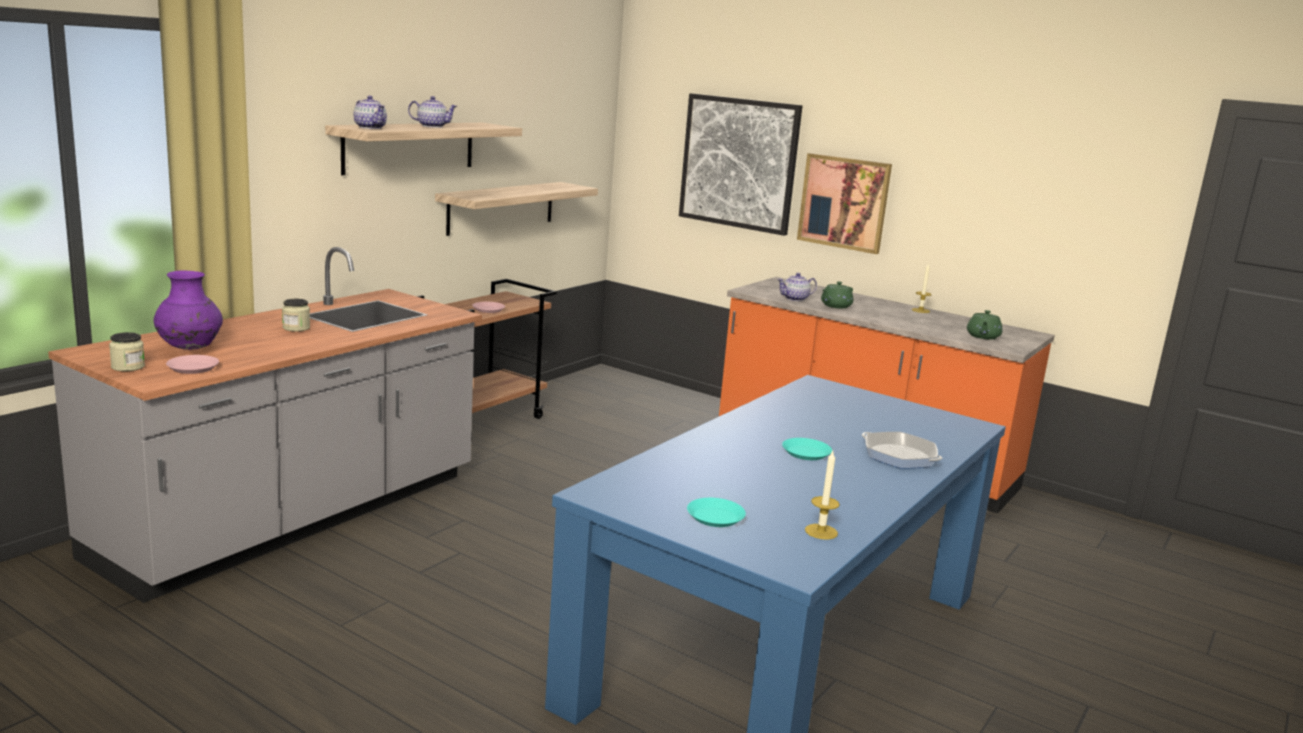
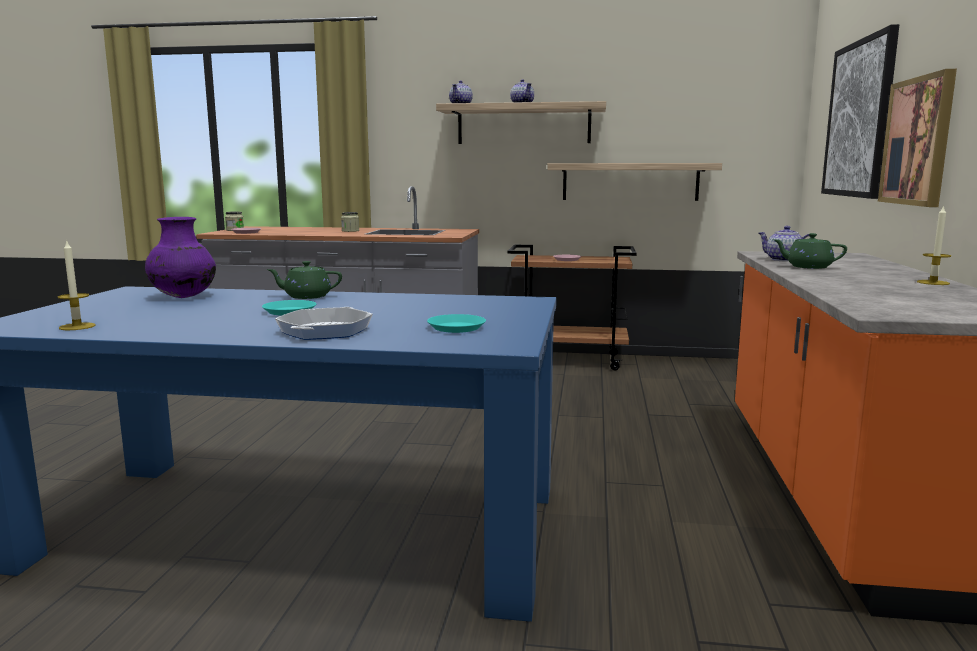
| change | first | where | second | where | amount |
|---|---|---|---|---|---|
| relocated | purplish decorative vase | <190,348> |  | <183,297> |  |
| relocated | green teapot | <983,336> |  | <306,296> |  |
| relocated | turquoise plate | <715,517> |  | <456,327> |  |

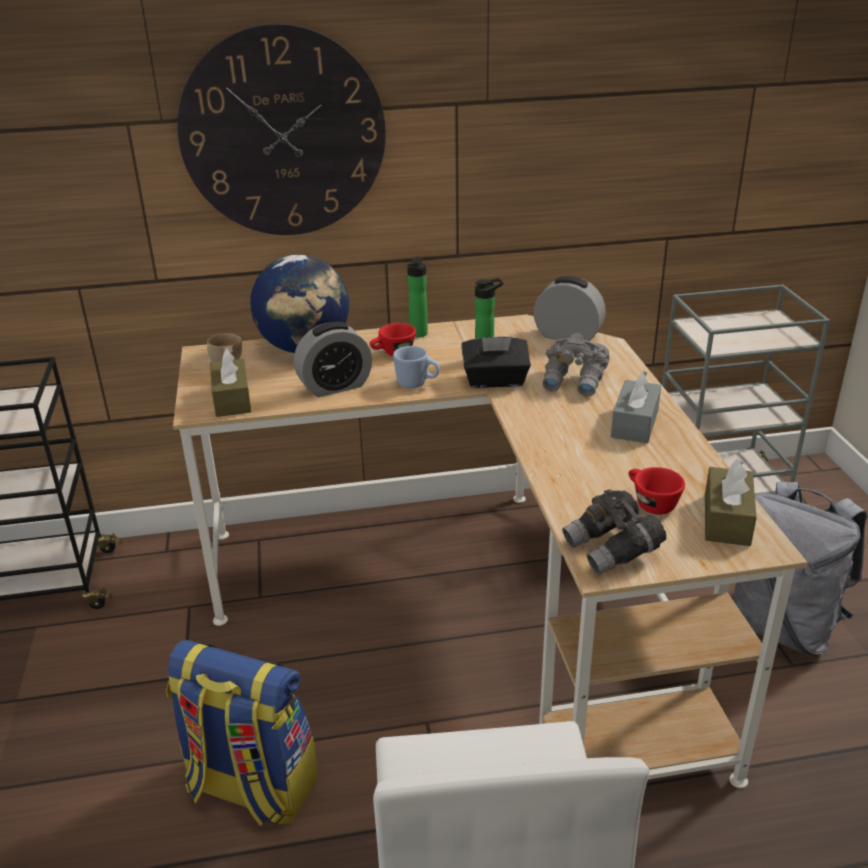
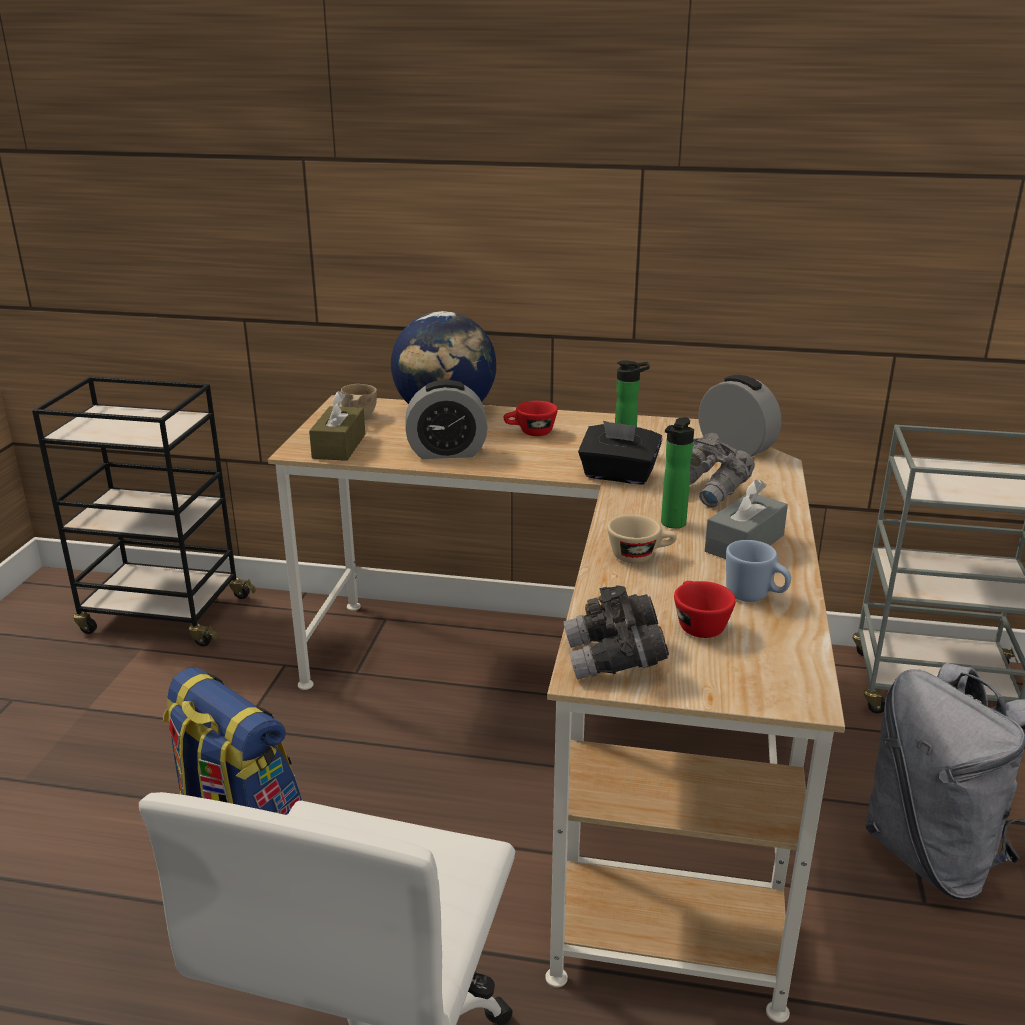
| change | first | where | second | where | amount |
|---|---|---|---|---|---|
| appeared |  |  | sand-coloured cup | <640,556> |  |
| relocated | beverage bottle | <418,335> |  | <671,525> |  |
| relocated | blue-coloured mug | <417,384> |  | <754,596> |  |
| missing | clock on the wall | <283,134> |  |  |  |
| missing | brownish tissue box | <726,519> |  |  |  |

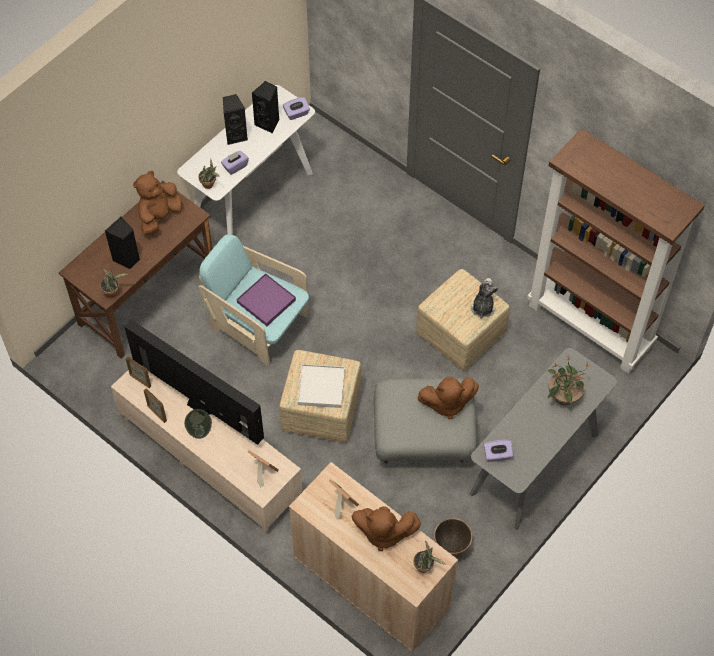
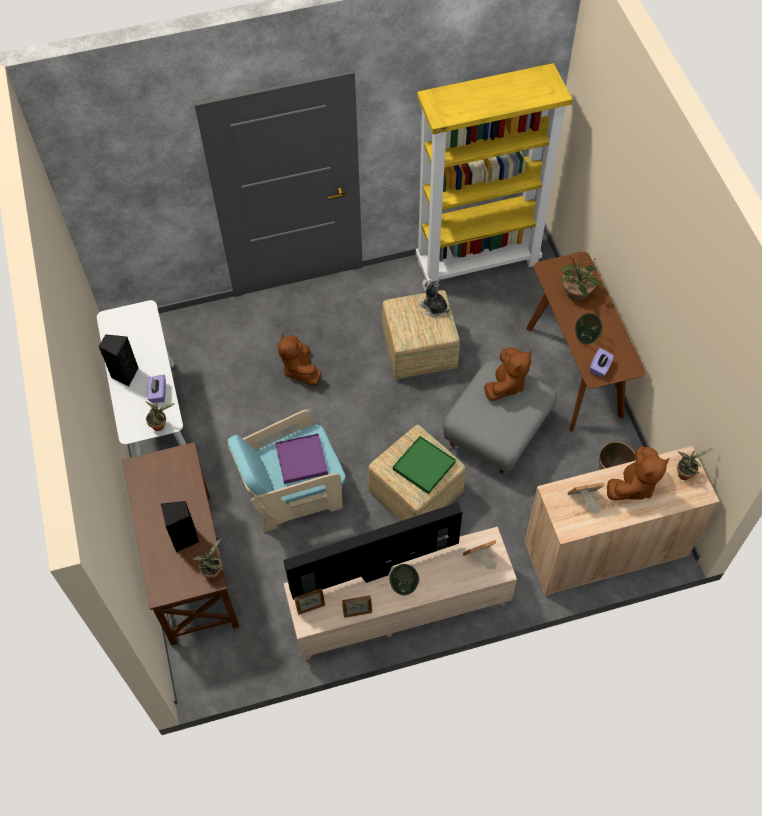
| change | first | where | second | where | amount |
|---|---|---|---|---|---|
| relocated | brownish soft toy | <159,217> |  | <300,369> |  |
| colour | white-coloured carrying tray | <321,387> | green carrying tray | <424,466> |  |
| colour | brownish bookcase | <591,325> | yellow bookcase | <478,262> |  |
| colour | greyish narrow table | <534,464> | brownish narrow table | <574,371> |  |
| appeared |  |  | decorative vase | <585,340> |  |
| missing | blackish loudspeaker | <268,123> |  |  |  |
| missing | purplish tissue box | <296,113> |  |  |  |

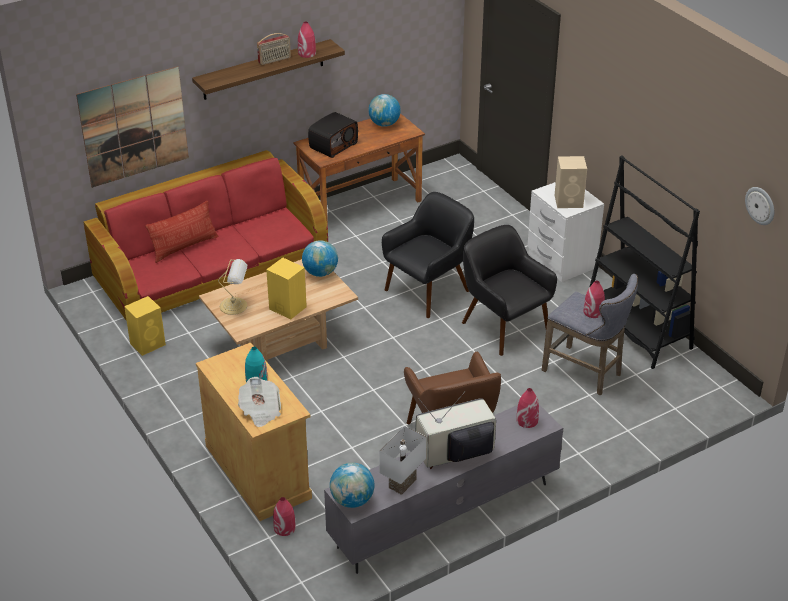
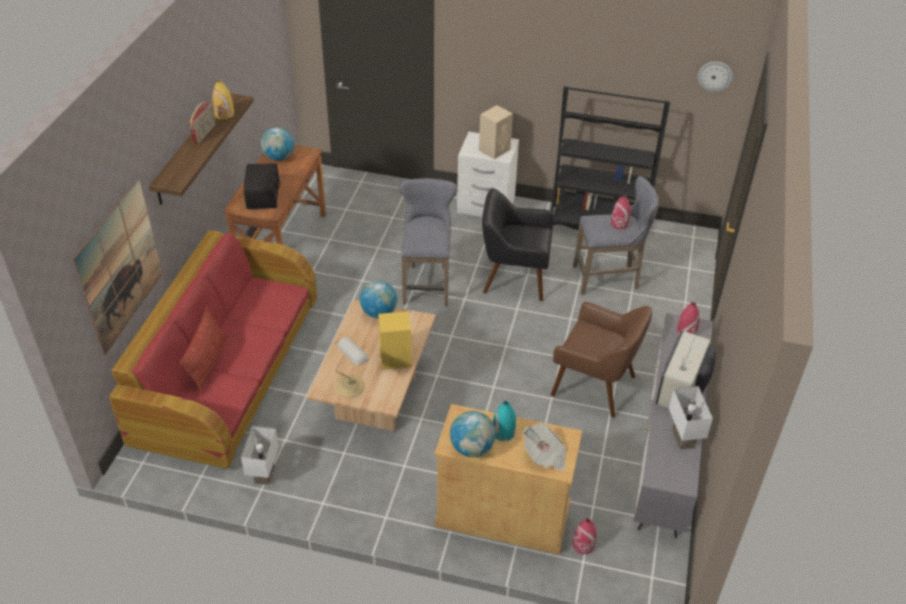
| change | first | where | second | where | amount |
|---|---|---|---|---|---|
| colour | reddish decorative vase | <307,53> | yellow decorative vase | <224,114> |  |
| exchanged | yellow loudspeaker | <148,344> | white-coloured tabletop lamp | <263,474> |  |
| exchanged | blackish armchair | <429,291> | greyish stool seat | <427,282> |  |
| relocated | desk globe | <352,500> |  | <472,448> |  |

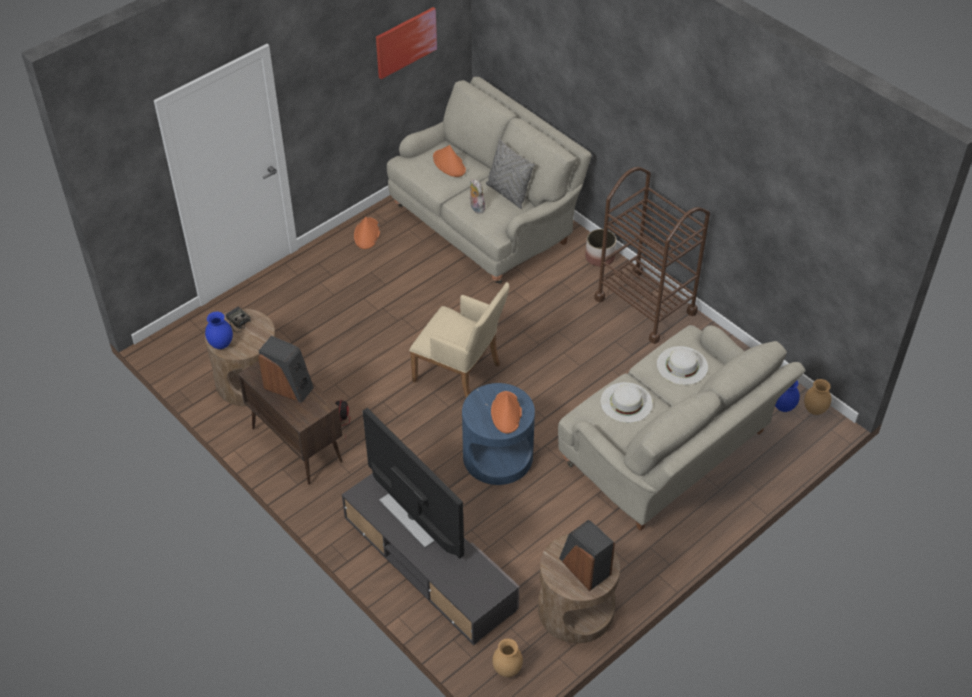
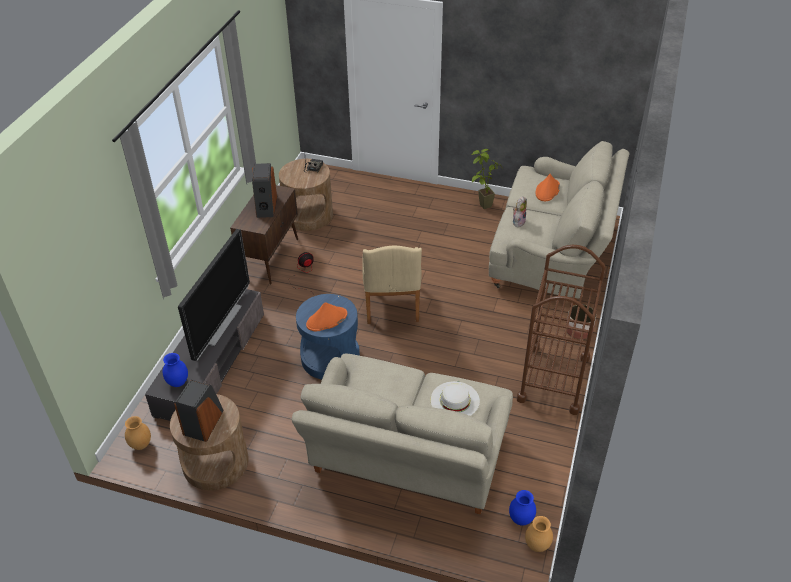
| change | first | where | second | where | amount |
|---|---|---|---|---|---|
| relocated | blue-coloured decorative vase | <221,345> |  | <178,383> |  |
| exchanged | orangey clothing hat | <367,234> | plant in a pot | <480,206> |  |
| missing | wall art | <405,42> |  |  |  |
| missing | greyish pillow | <508,193> |  |  |  |
| missing | white-coloured clothing hat | <626,402> |  |  |  |

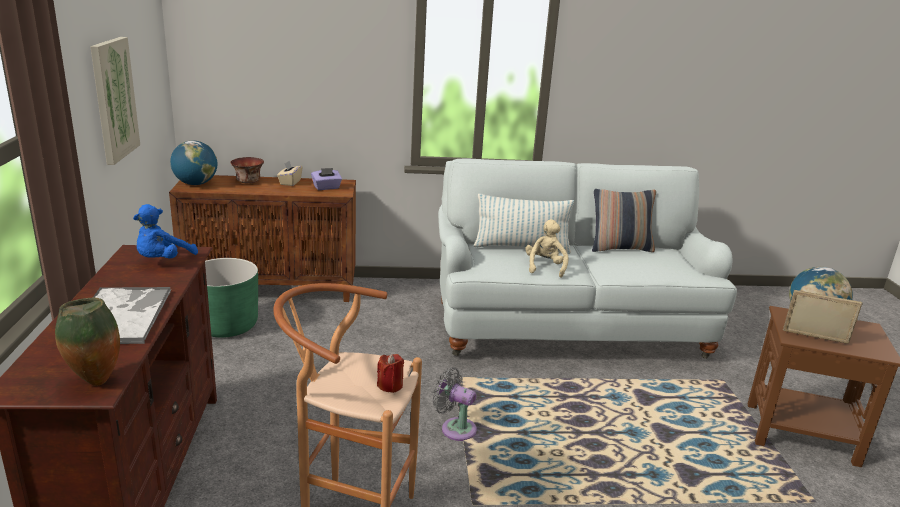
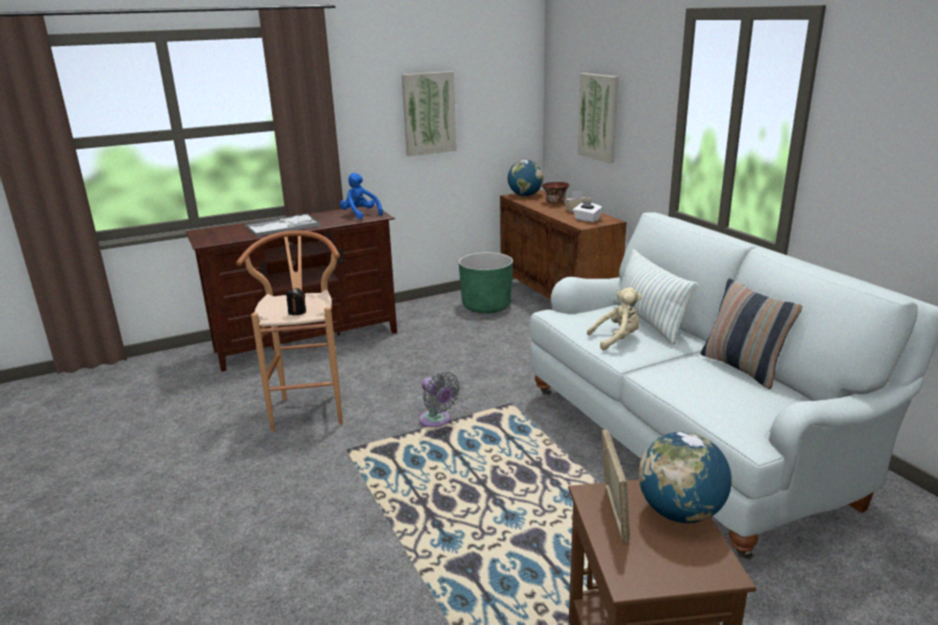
| change | first | where | second | where | amount |
|---|---|---|---|---|---|
| colour | reddish candle | <390,385> | blackish candle | <297,312> |  |
| spun | blue-coloured soft toy | <163,260> |  | <360,215> | 45 degrees clockwise |
| spun | greyish electric fan | <455,428> |  | <437,421> | 135 degrees clockwise |
| colour | purplish tissue box | <326,187> | white-coloured tissue box | <587,219> |  |
| appeared |  |  | wall art | <599,117> |  |
| missing | decorative vase | <94,382> |  |  |  |

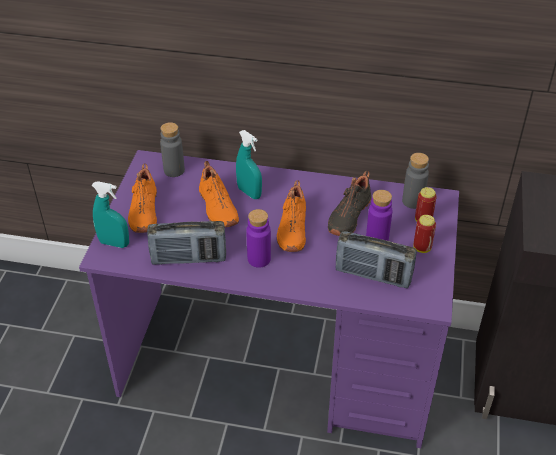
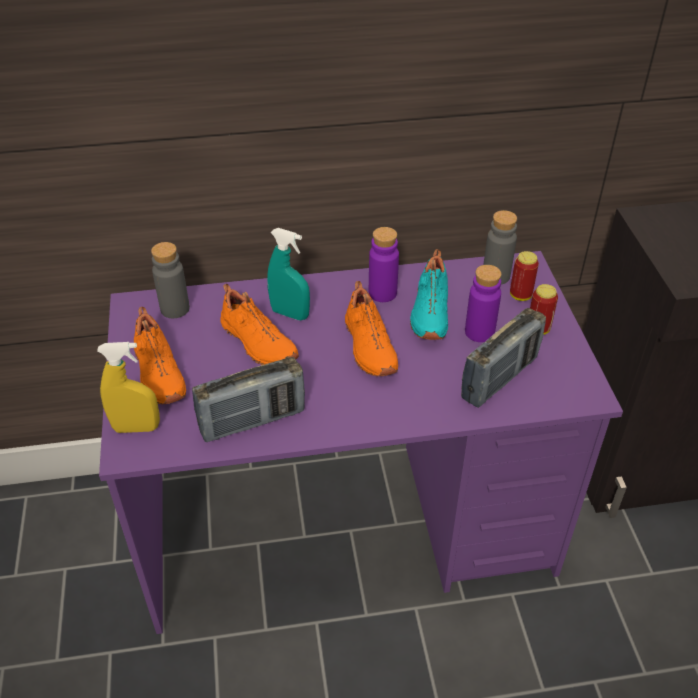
| change | first | where | second | where | amount |
|---|---|---|---|---|---|
| colour | turquoise sprayer | <114,243> | yellow sprayer | <136,428> |  |
| relocated | purplish beverage bottle | <259,259> |  | <382,293> |  |
| colour | blackish item of footwear | <347,215> | turquoise item of footwear | <428,312> |  |
| spun | radio set | <373,275> |  | <499,378> | 45 degrees counterclockwise |

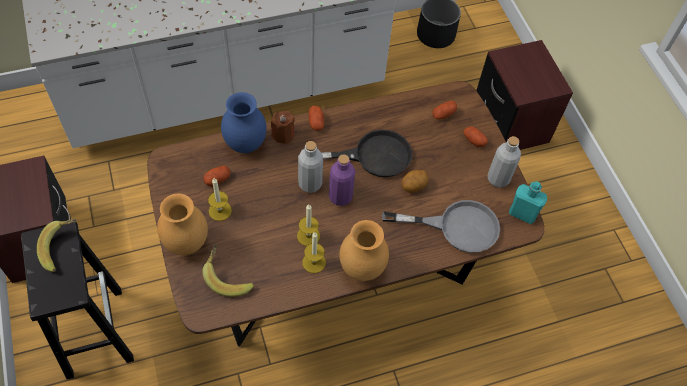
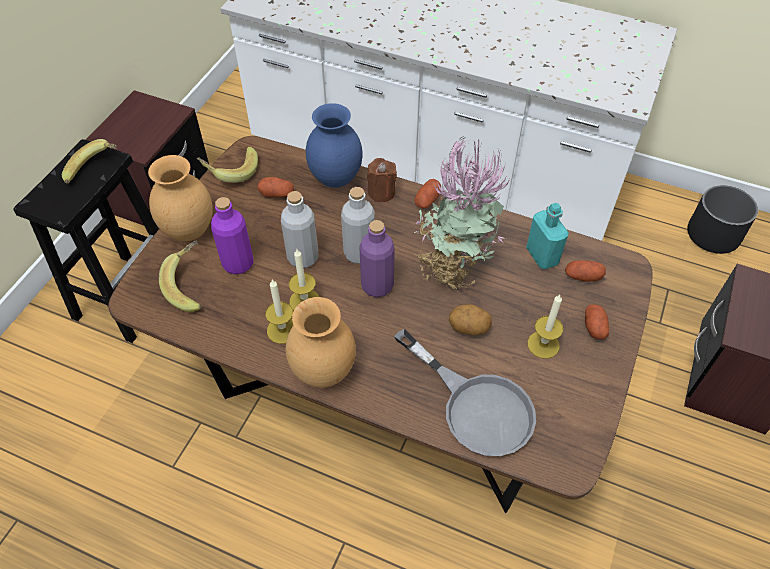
| change | first | where | second | where | amount |
|---|---|---|---|---|---|
| appeared |  |  | whole banana | <231,171> |  |
| appeared |  |  | purplish beverage bottle | <238,263> |  |
| relocated | greyish beverage bottle | <498,178> |  | <303,257> |  |
| exchanged | blackish pan | <371,156> | plant in a pot | <453,268> |  |
| relocated | turquoise beverage bottle | <522,213> |  | <542,256> |  |
| relocated | candle | <220,211> |  | <543,344> |  |

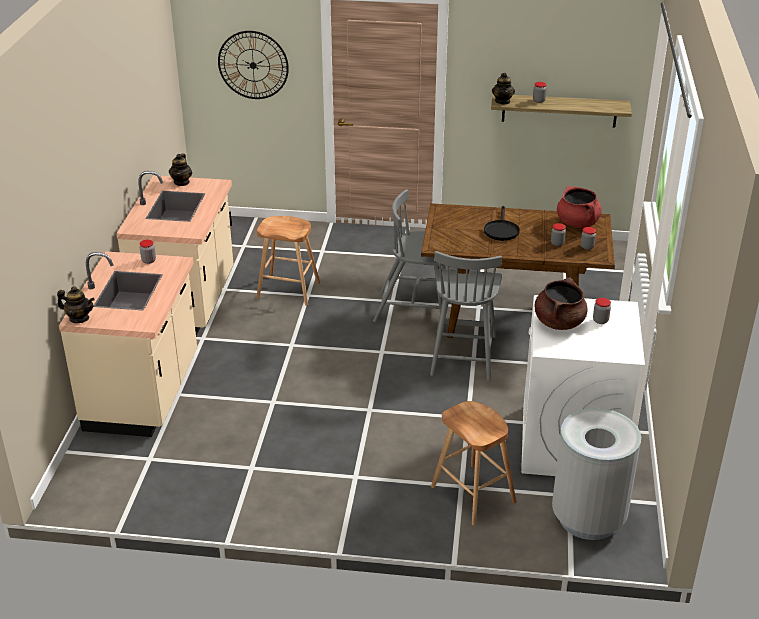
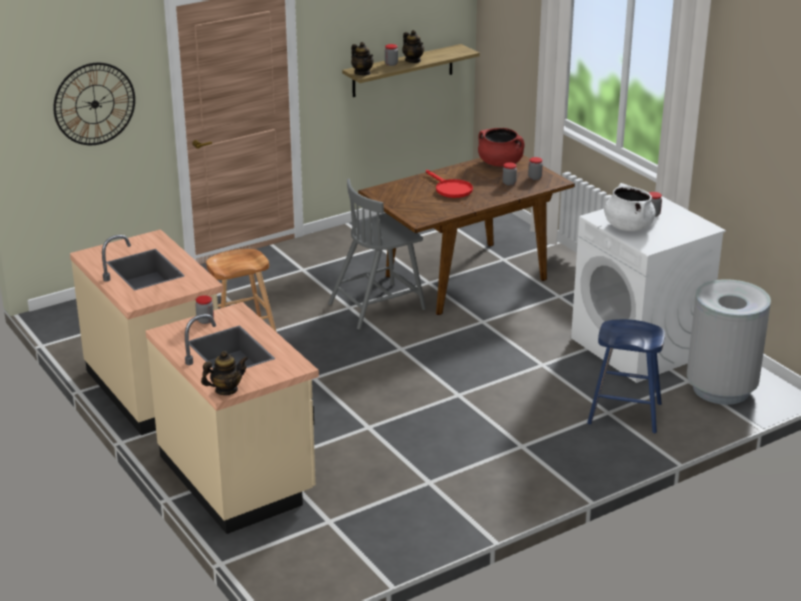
| change | first | where | second | where | amount |
|---|---|---|---|---|---|
| relocated | teapot | <182,182> |  | <413,60> |  |
| colour | blackish pan | <501,230> | reddish pan | <450,189> |  |
| colour | brownish stool seat | <472,494> | blue-coloured stool seat | <624,413> |  |
| colour | brownish stockpot | <559,322> | white-coloured stockpot | <628,226> |  |
| missing | greyish plain chair | <463,354> |  |  |  |

